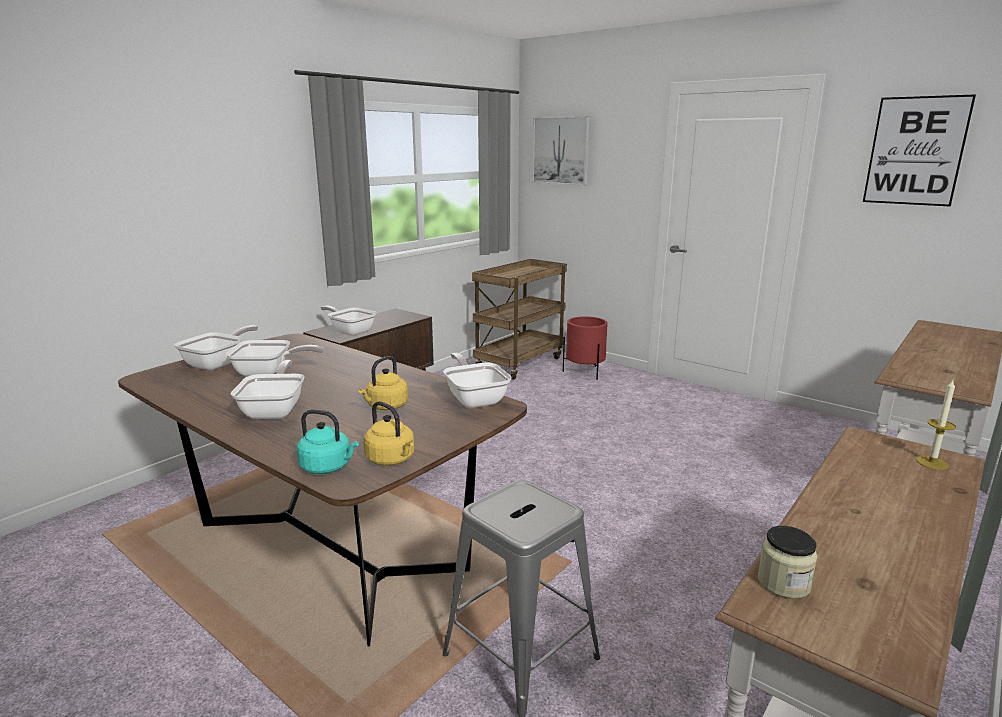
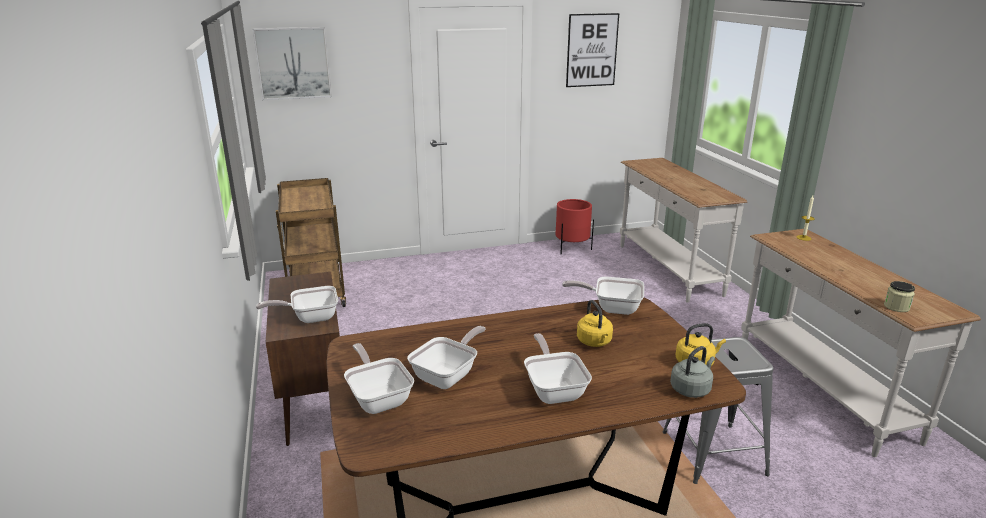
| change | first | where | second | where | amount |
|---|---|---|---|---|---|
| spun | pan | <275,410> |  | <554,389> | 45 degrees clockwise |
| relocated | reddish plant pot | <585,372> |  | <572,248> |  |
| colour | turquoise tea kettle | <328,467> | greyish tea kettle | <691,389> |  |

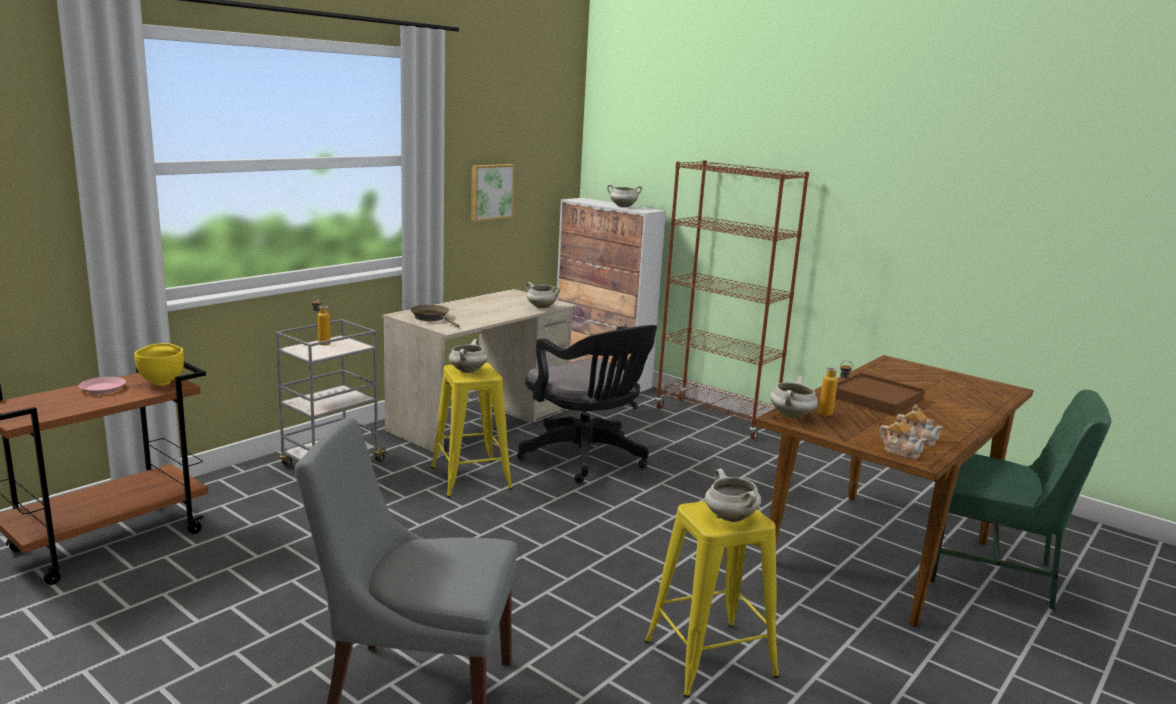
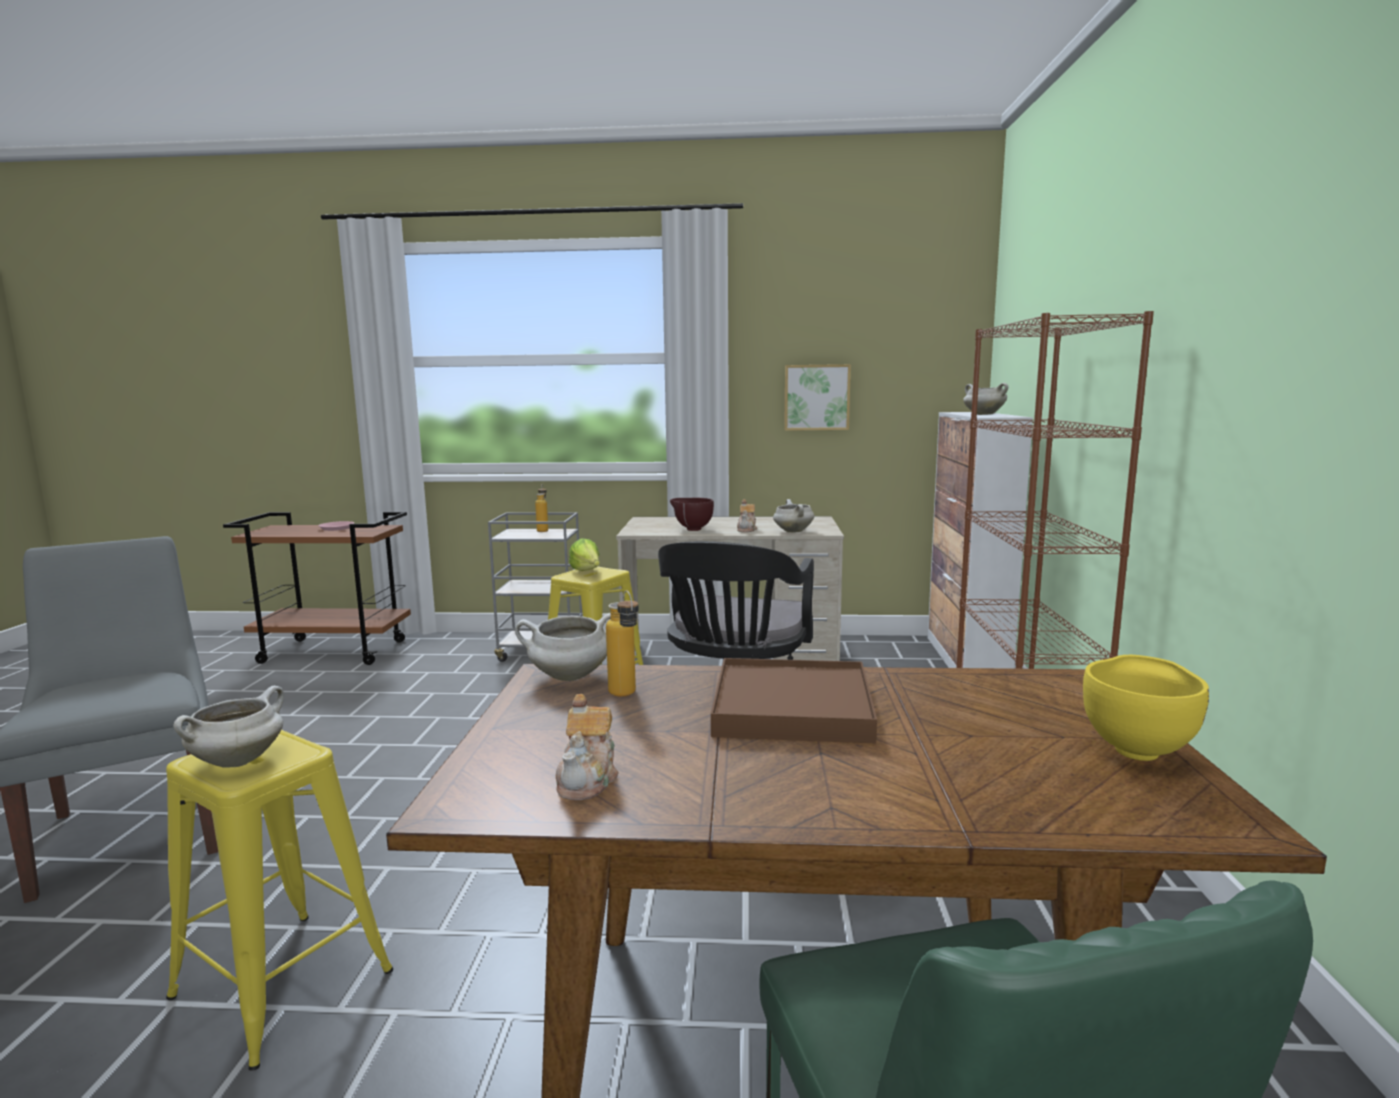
| change | first | where | second | where | amount |
|---|---|---|---|---|---|
| exchanged | white-coloured stockpot | <467,371> | lettuce | <587,572> |  |
| appeared |  |  | brownish bowl | <692,529> |  |
| relocated | teapot | <901,452> |  | <747,529> |  |
| relocated | yellow bowl | <162,382> |  | <1137,750> |  |
| missing | brownish pan | <432,318> |  |  |  |

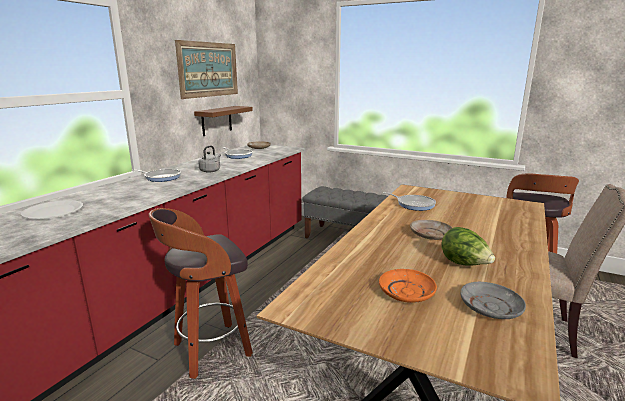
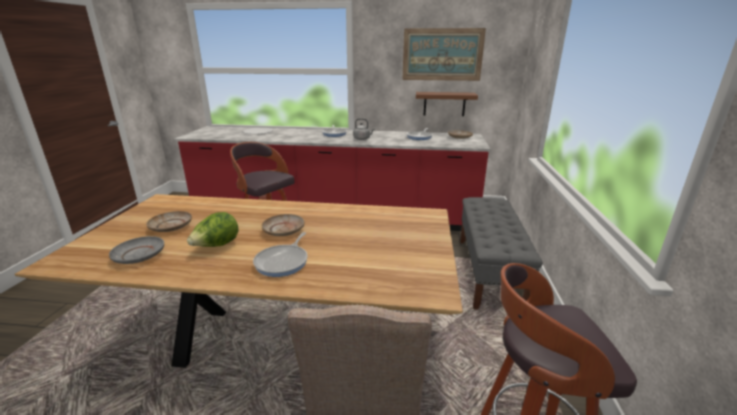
| change | first | where | second | where | amount |
|---|---|---|---|---|---|
| colour | orangey plate | <406,292> | sand-coloured plate | <171,226> |  |
| relocated | pan | <413,204> |  | <283,262> |  |

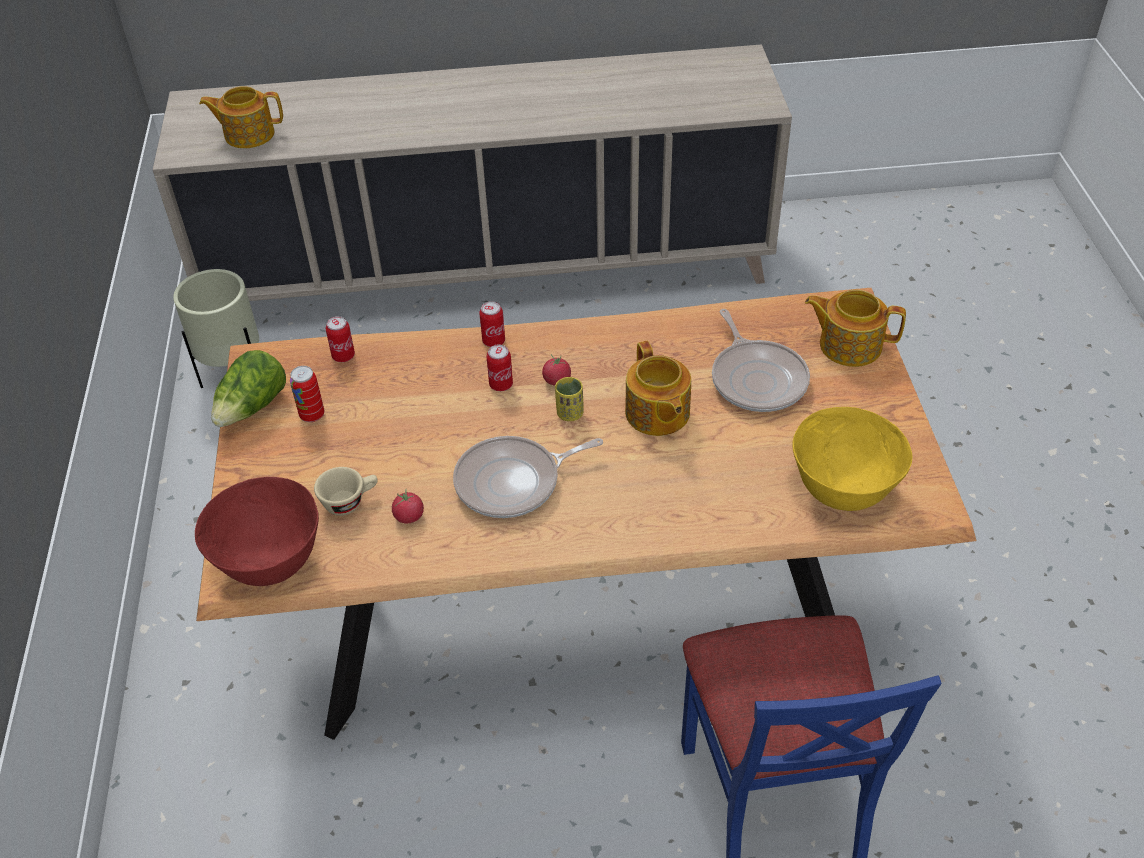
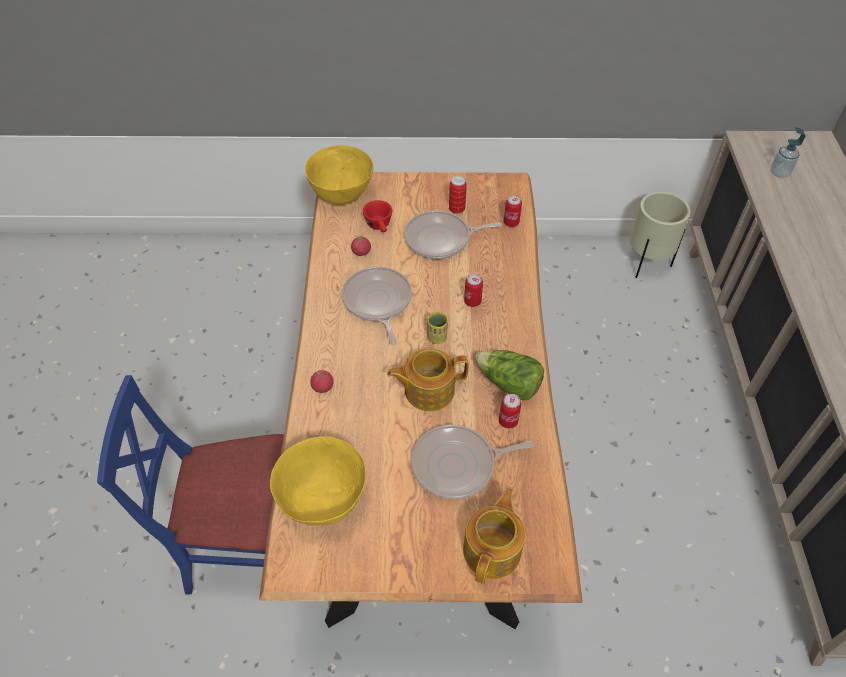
| change | first | where | second | where | amount |
|---|---|---|---|---|---|
| colour | reddish bowl | <271,563> | yellow bowl | <341,196> |  |
| relocated | tomato | <557,380> |  | <322,387> |  |
| colour | sand-coloured cup | <350,501> | reddish cup | <380,226> |  |
| appeared |  |  | pan | <441,239> |  |
| relocated | lettuce | <252,407> |  | <509,384> |  |
| relocated | sealed can | <493,341> |  | <508,421> |  |
| exchanged | teapot | <248,134> | soap dispenser | <779,173> |  |

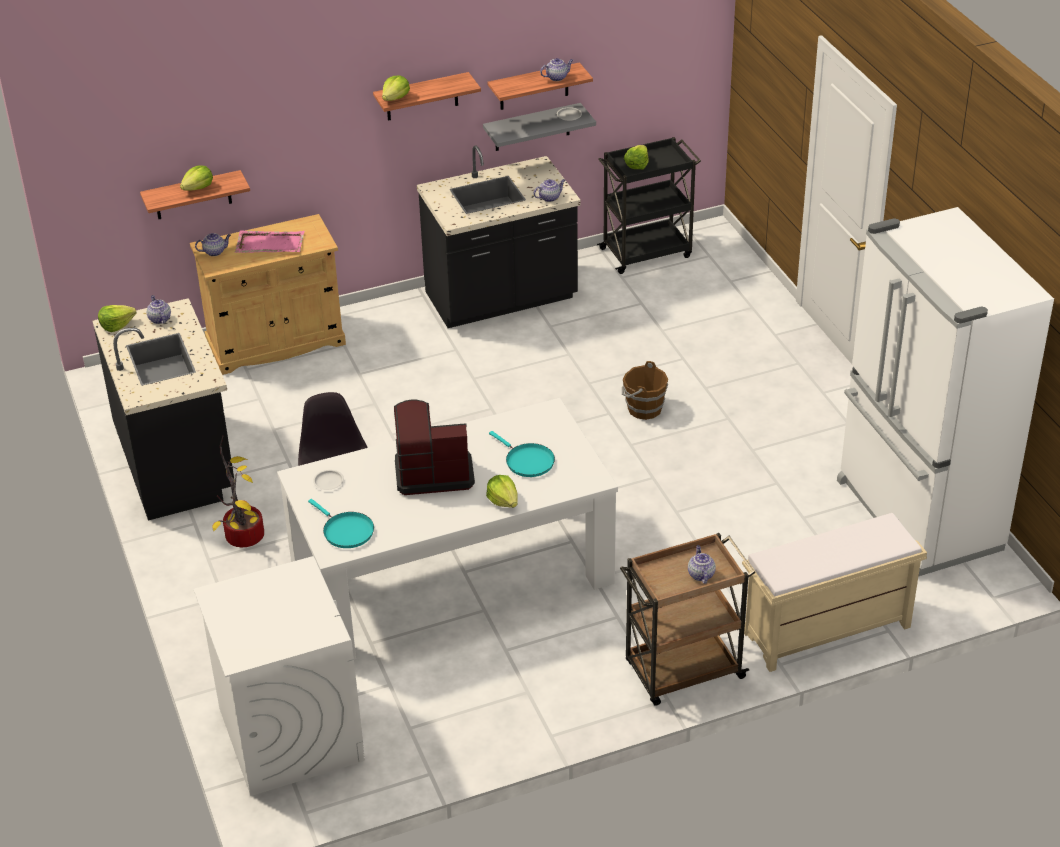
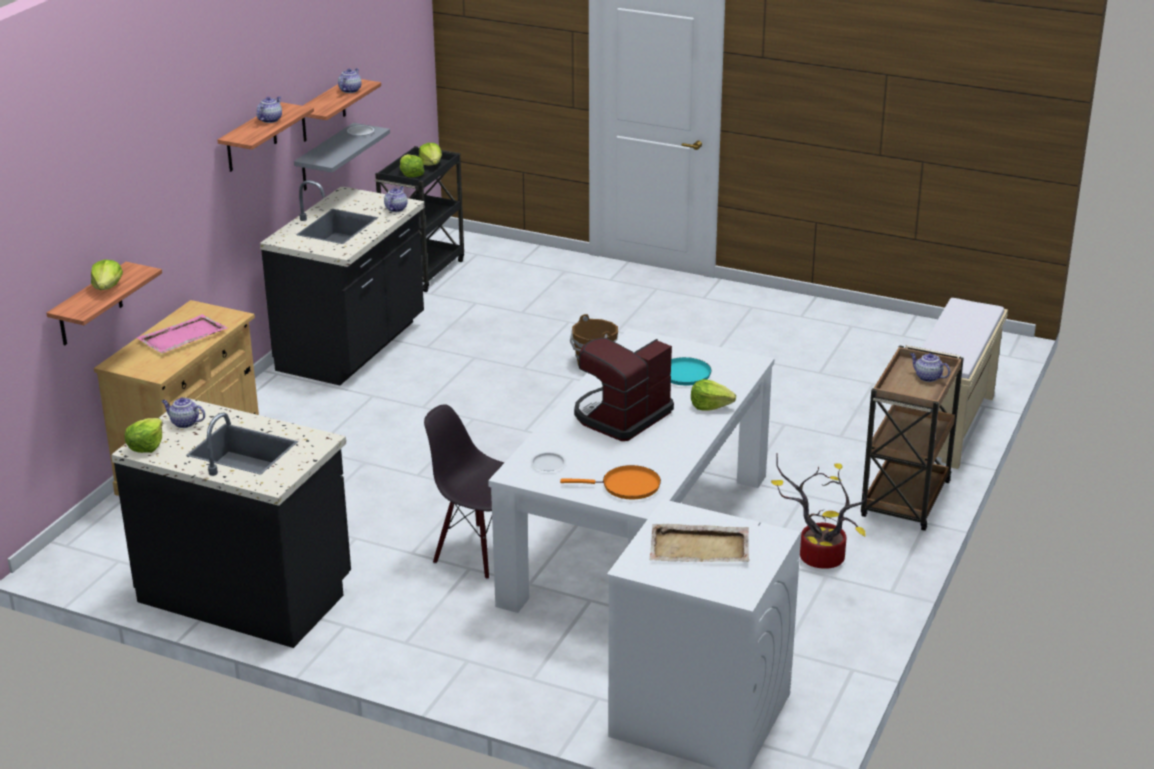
| change | first | where | second | where | amount |
|---|---|---|---|---|---|
| relocated | teapot | <215,251> |  | <270,120> |  |
| relocated | lettuce | <395,98> |  | <431,164> |  |
| colour | turquoise pan | <346,531> | orangey pan | <626,486> |  |
| appeared |  |  | sand-coloured carrying tray | <700,547> |  |
| relocated | plant in a pot | <242,534> |  | <817,558> |  |
| missing | white-coloured refrigerator | <916,516> |  |  |  |

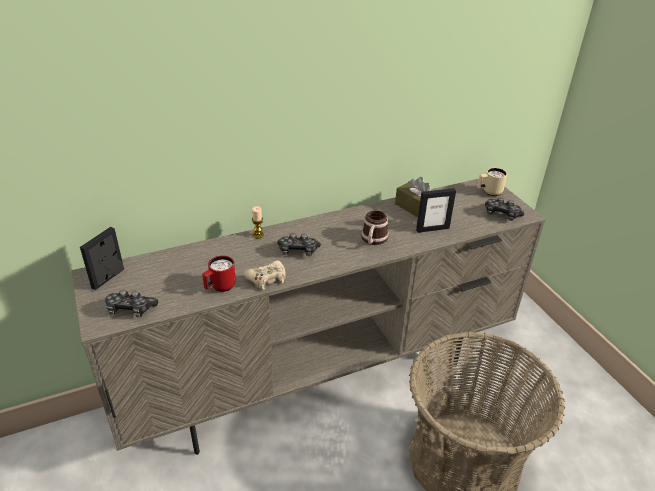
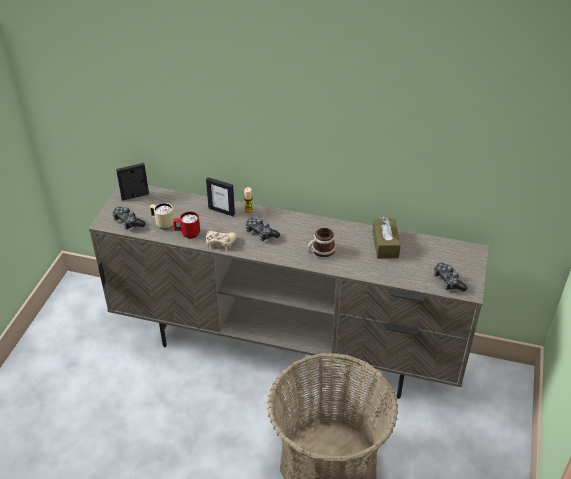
| change | first | where | second | where | amount |
|---|---|---|---|---|---|
| relocated | sand-coloured mug | <489,192> |  | <162,223> |  |
| relocated | standing frame | <432,229> |  | <221,211> |  |

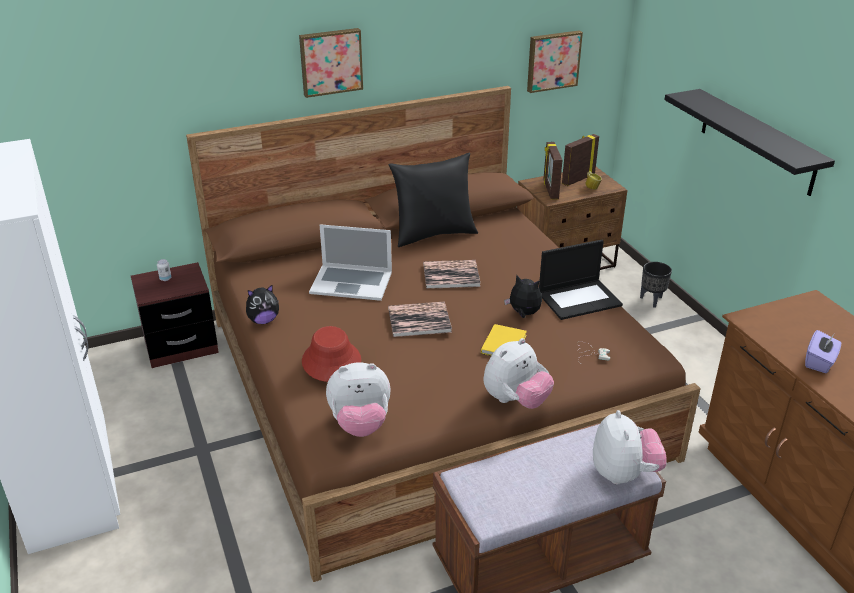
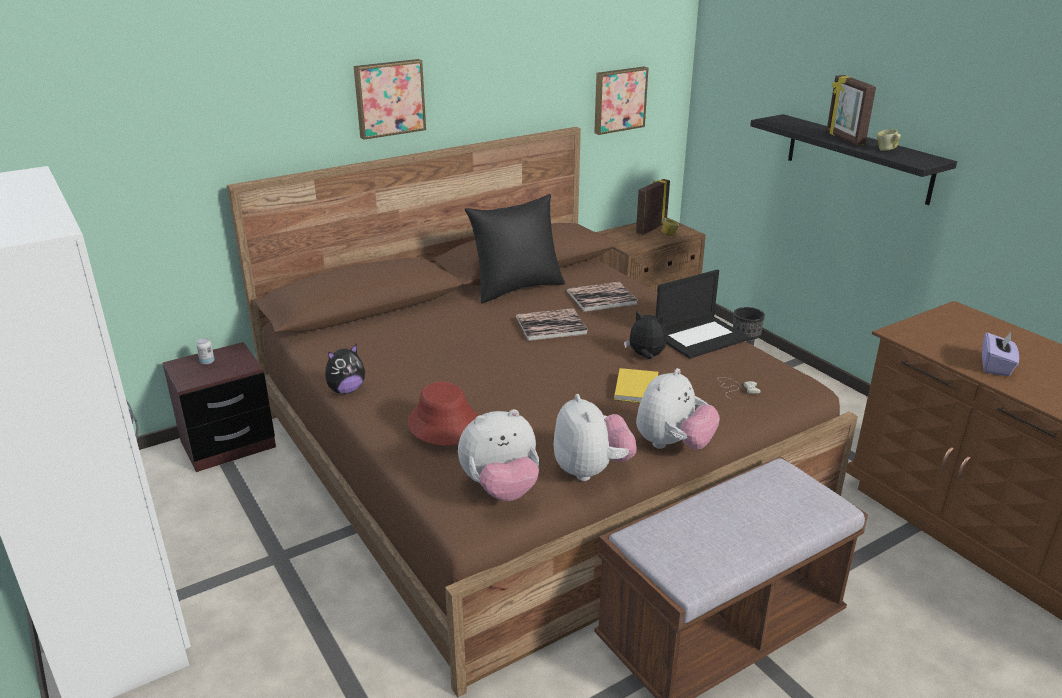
| change | first | where | second | where | amount |
|---|---|---|---|---|---|
| relocated | soft toy | <624,474> |  | <591,470> |  |
| relocated | volume | <419,320> |  | <601,297> |  |
| relocated | standing frame | <550,190> |  | <844,138> |  |
| appeared |  |  | mug | <887,151> |  |
| missing | notebook computer | <351,282> |  |  |  |

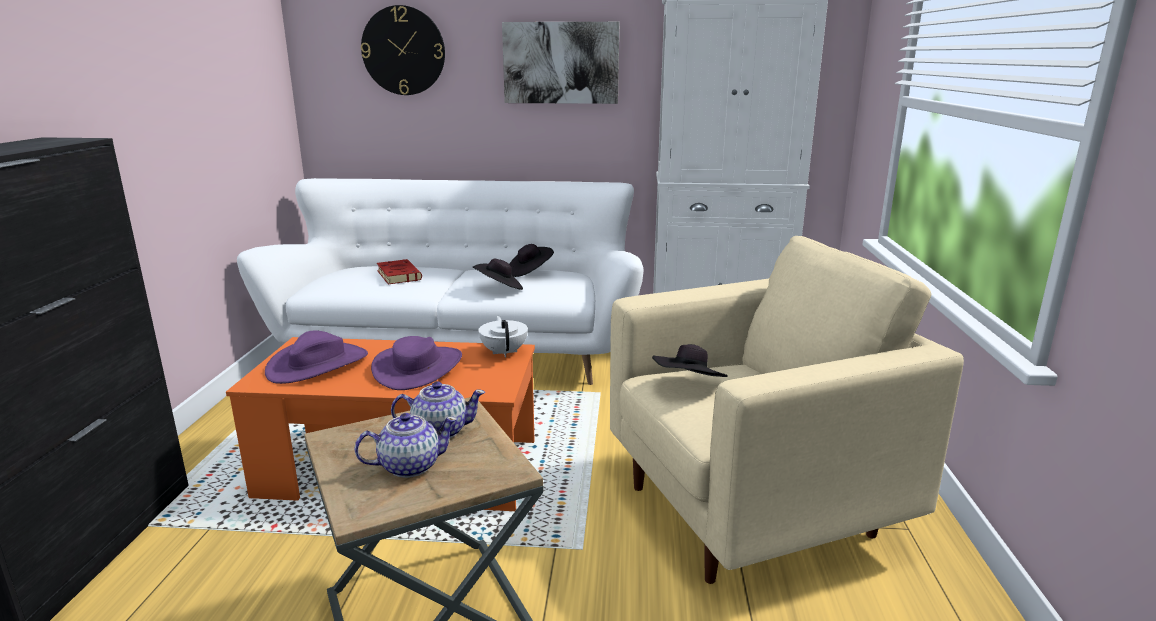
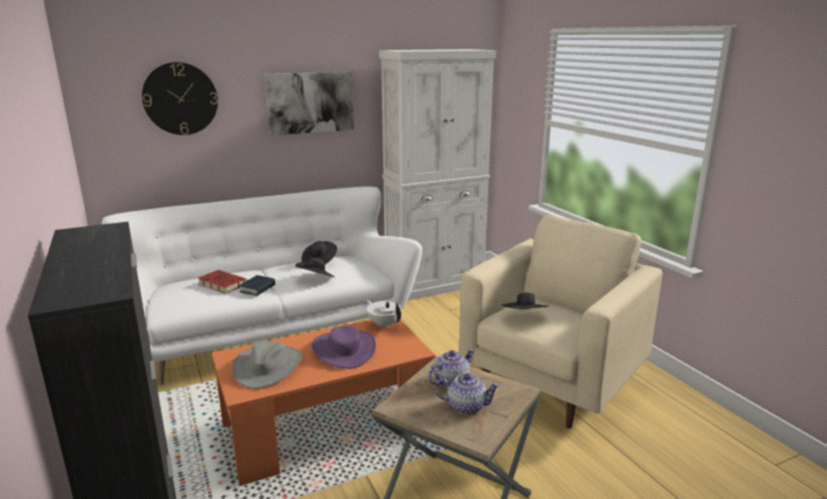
| change | first | where | second | where | amount |
|---|---|---|---|---|---|
| colour | purplish clothing hat | <318,364> | greyish clothing hat | <267,367> |  |
| appeared |  |  | volume | <257,288> |  |
| spun | teapot | <409,466> |  | <466,406> | 60 degrees clockwise |

